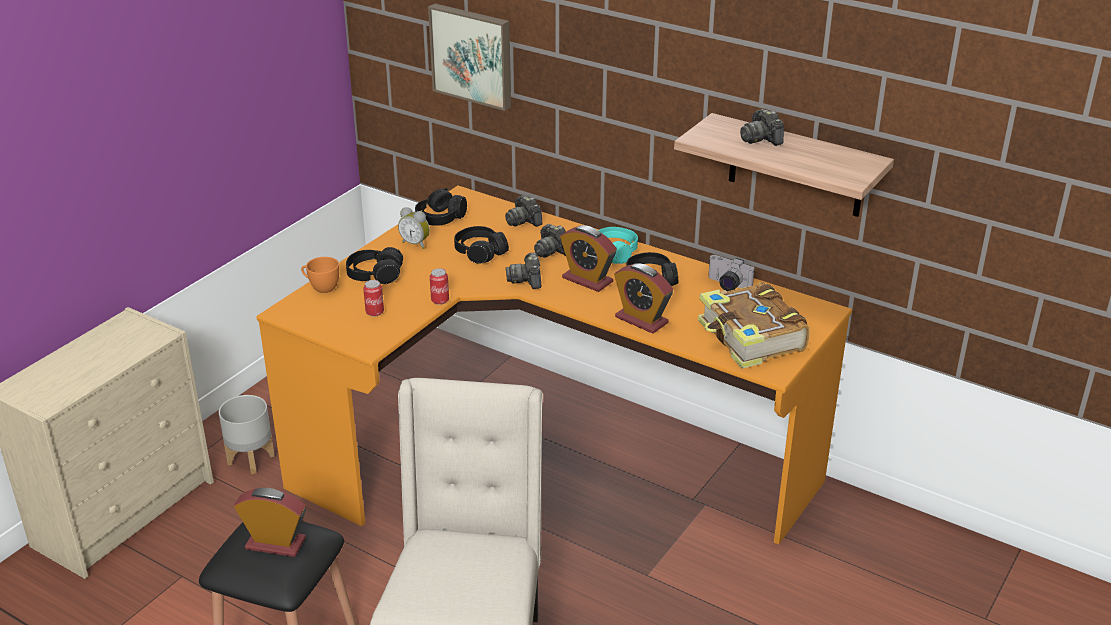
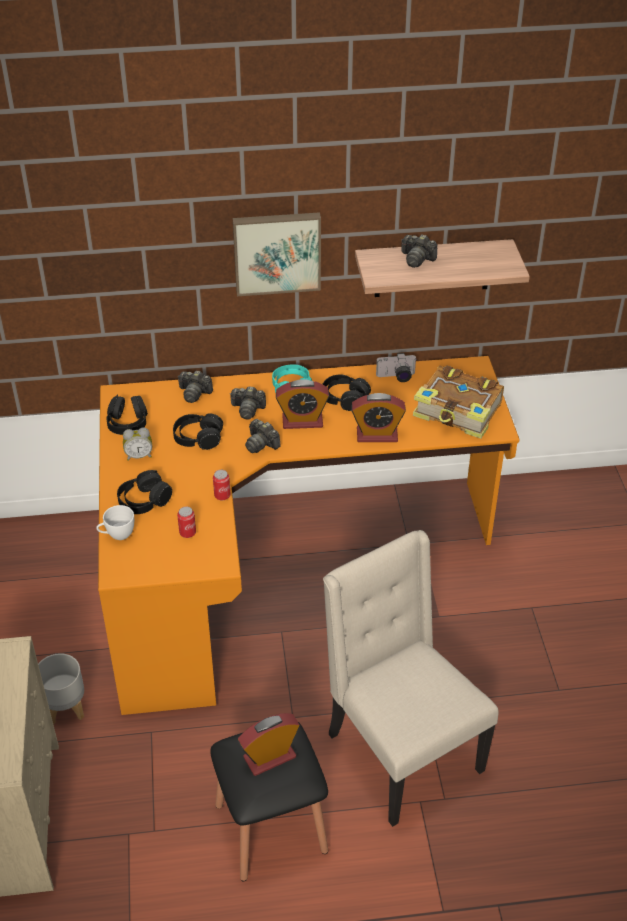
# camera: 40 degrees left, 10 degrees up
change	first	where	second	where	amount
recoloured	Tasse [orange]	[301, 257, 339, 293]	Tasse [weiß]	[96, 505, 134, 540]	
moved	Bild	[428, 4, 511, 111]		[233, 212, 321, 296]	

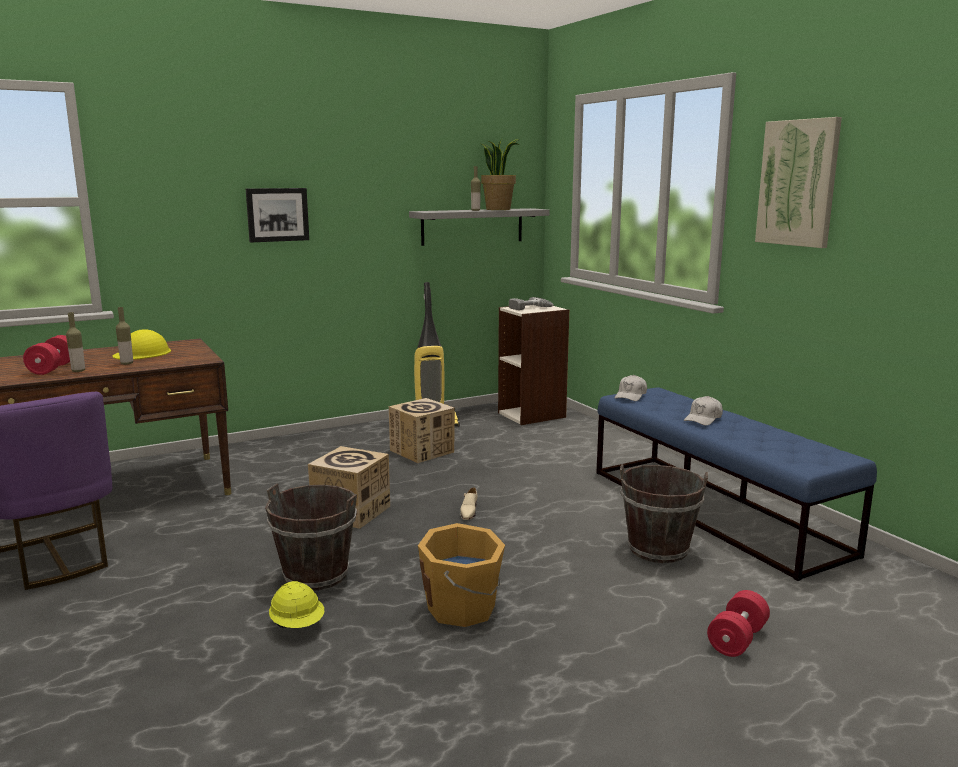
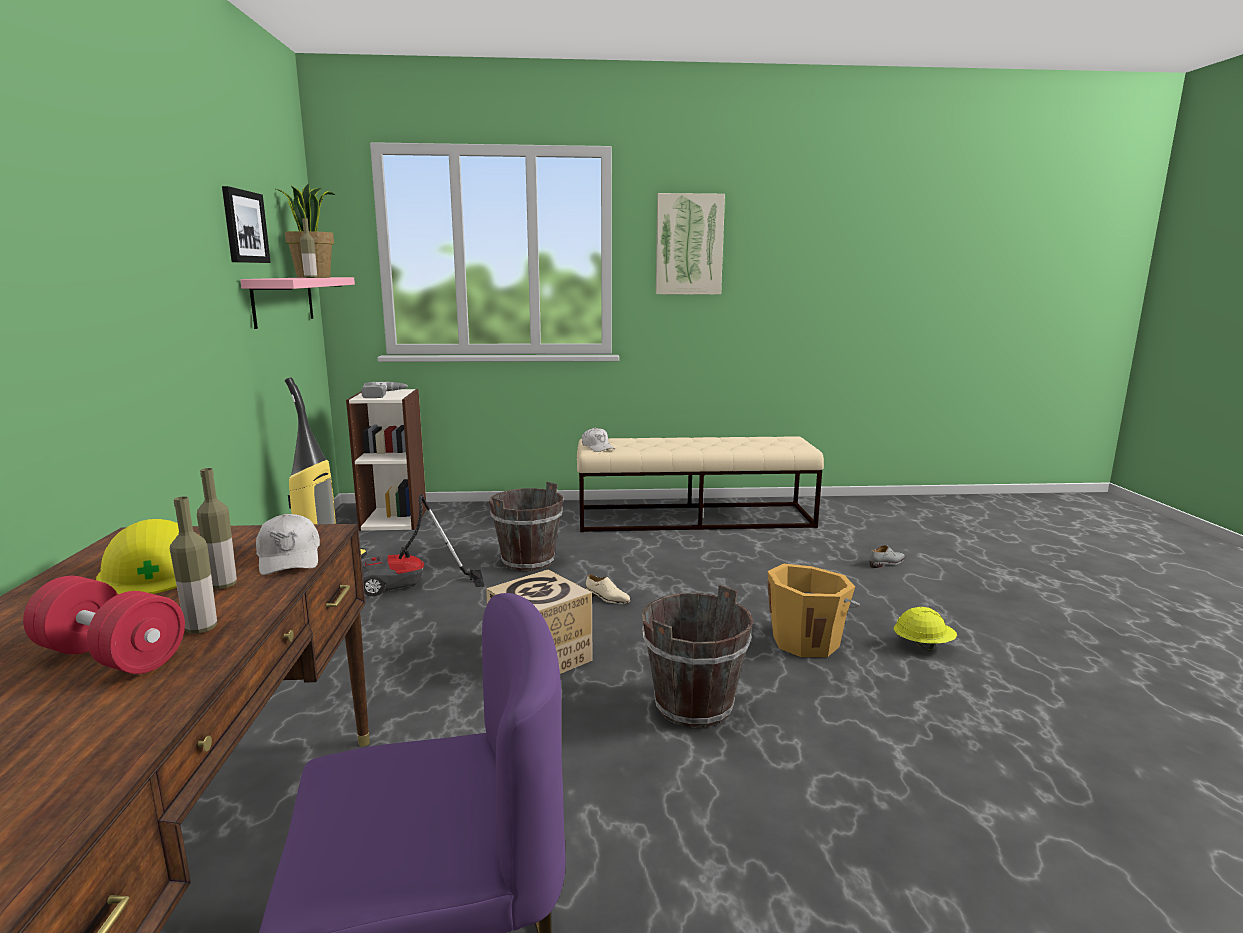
# camera: 65 degrees left, 0 degrees up
change	first	where	second	where	amount
moved	Bild	[246, 188, 309, 243]		[222, 186, 271, 263]	
moved	Schutzhelm [gelb]	[269, 581, 324, 628]		[894, 607, 957, 651]	
replaced	Karton	[389, 398, 455, 463]	Staubsauger	[362, 494, 485, 597]	
recoloured	Wandregal [grau]	[409, 208, 549, 246]	Wandregal [rosa]	[240, 277, 355, 329]	
recoloured	Bank [blau]	[596, 387, 877, 581]	Bank [beige]	[577, 436, 824, 532]	
moved	Eimer [braun]	[620, 464, 708, 563]		[489, 482, 563, 571]	
moved	Kappe [weiß]	[684, 396, 723, 426]		[256, 514, 320, 575]	
replaced	Hantel [rot]	[707, 590, 770, 657]	Schuh [grau]	[869, 545, 905, 568]	

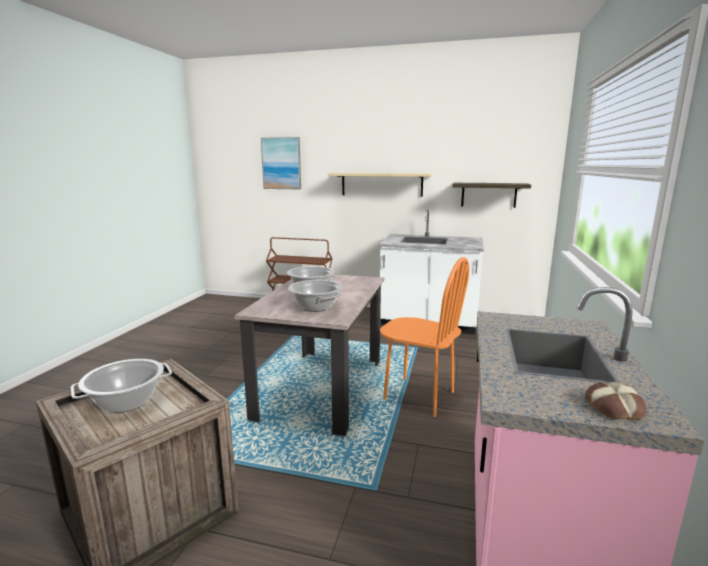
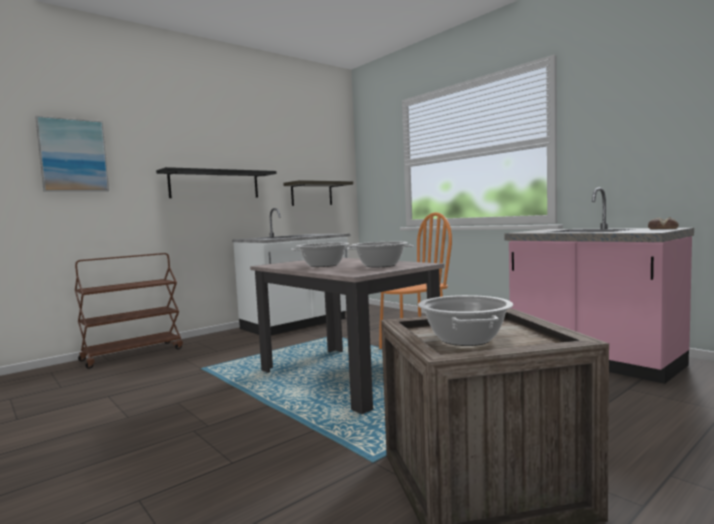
# camera: 55 degrees left, 10 degrees down
change	first	where	second	where	amount
recoloured	Wandregal [beige]	[328, 173, 432, 197]	Wandregal [schwarz]	[156, 167, 277, 198]	

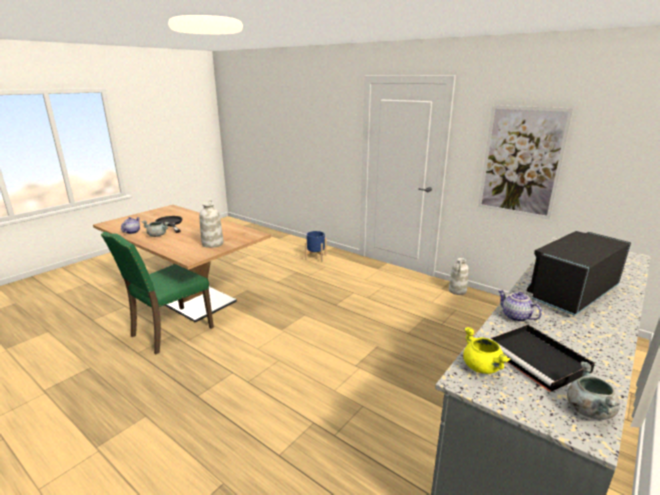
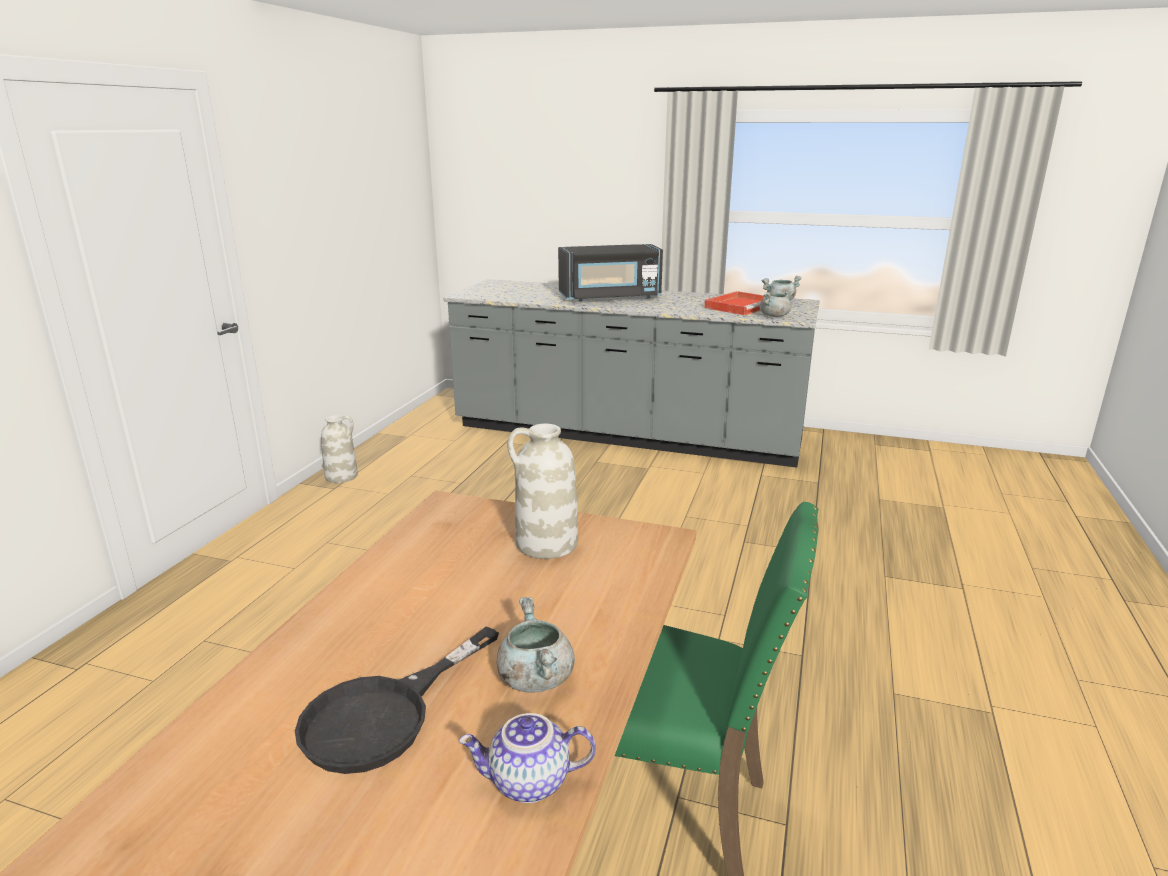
# camera: 110 degrees left, 0 degrees up
change	first	where	second	where	amount
removed	Pflanzkübel [blau]	[305, 231, 326, 262]			
recoloured	Kochtopf [gelb]	[463, 327, 510, 374]	Kochtopf [grau]	[759, 289, 792, 317]	
removed	Bild	[478, 105, 574, 219]			
recoloured	Tablett [schwarz]	[490, 325, 595, 392]	Tablett [rot]	[704, 291, 765, 315]	
removed	Teekanne	[498, 290, 542, 322]			
turned	Mikrowelle [schwarz]	[527, 231, 631, 316]		[558, 244, 663, 302]	45 degrees counterclockwise

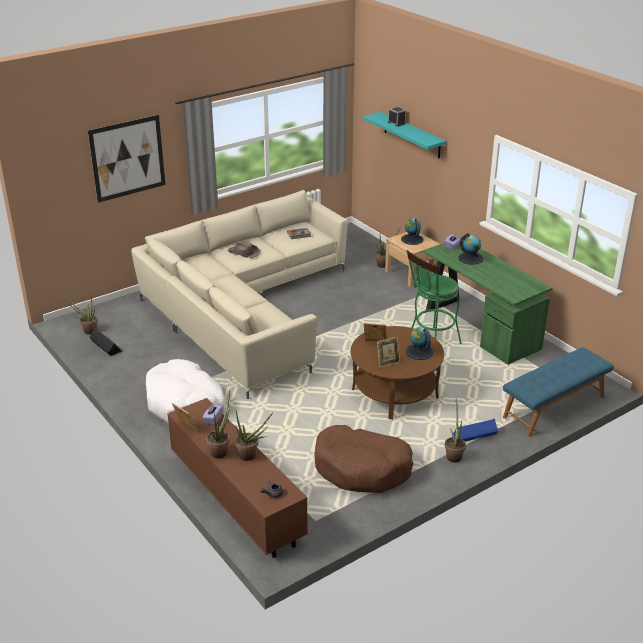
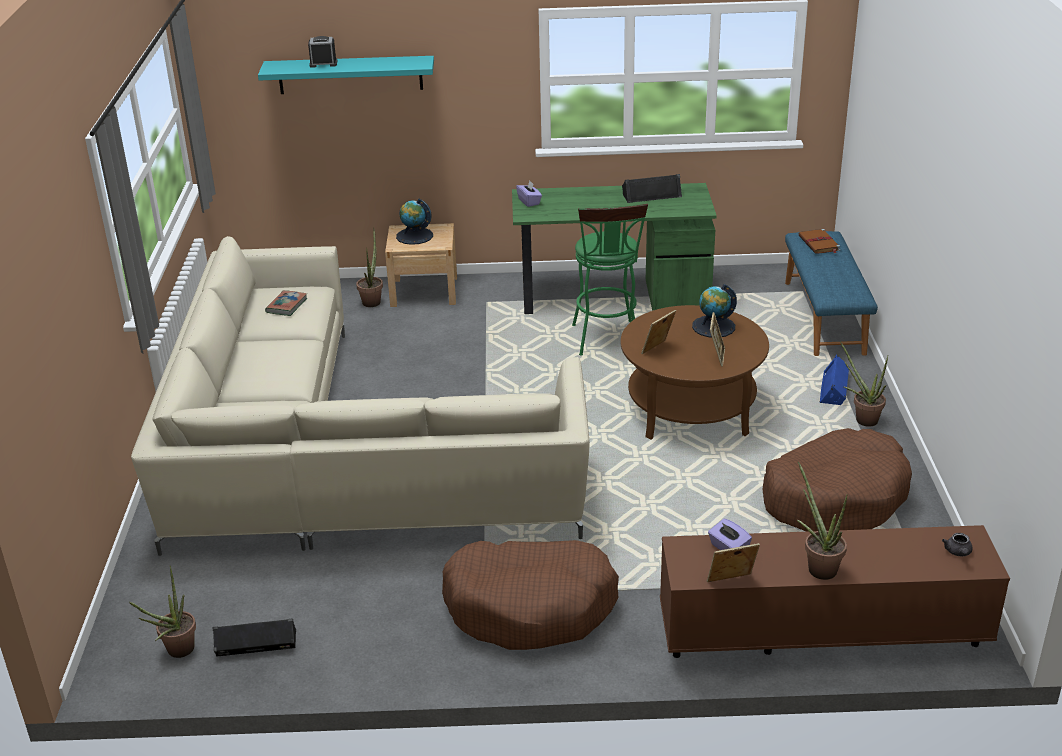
# camera: 55 degrees left, 0 degrees up
change	first	where	second	where	amount
removed	Bild	[88, 115, 165, 203]			
recoloured	Hundebett [weiß]	[146, 359, 226, 423]	Hundebett [braun]	[442, 540, 619, 650]	
removed	Hut [braun]	[228, 241, 260, 258]			
removed	Topfpflanze	[235, 411, 273, 461]			
removed	Globus	[458, 233, 483, 265]			
added			Lautsprecher [schwarz]	[622, 174, 682, 203]	
added			Buch [braun]	[799, 229, 840, 254]	

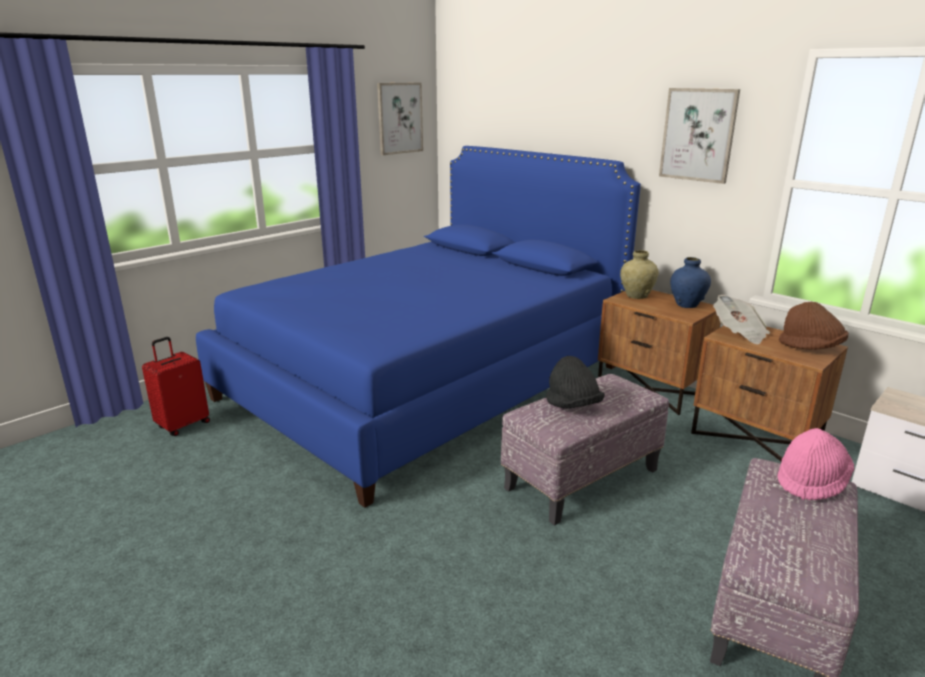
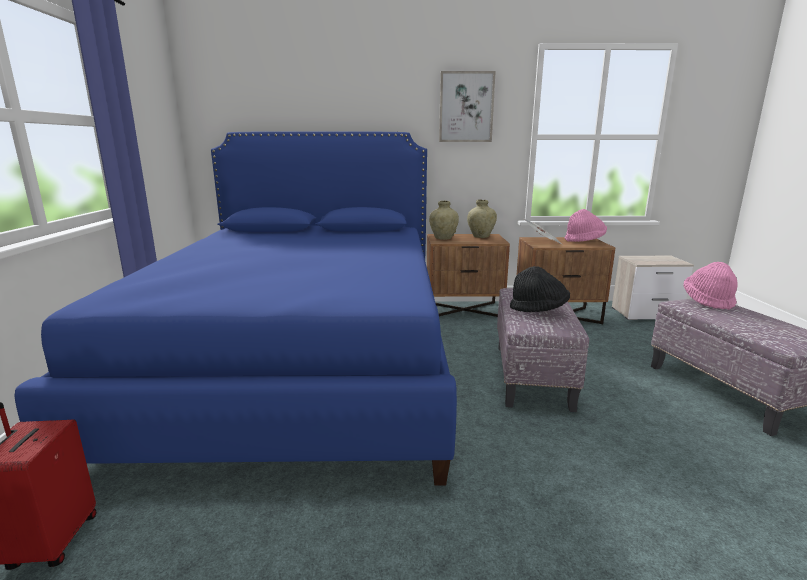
# camera: 45 degrees left, 5 degrees down
change	first	where	second	where	amount
removed	Bild	[377, 82, 423, 155]			
recoloured	Vase [blau]	[670, 257, 711, 308]	Vase [beige]	[467, 200, 497, 238]	
recoloured	Hut [braun]	[779, 302, 849, 350]	Hut [rosa]	[565, 209, 607, 242]	

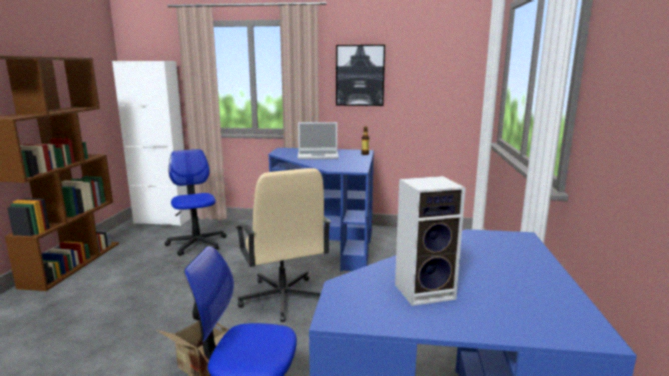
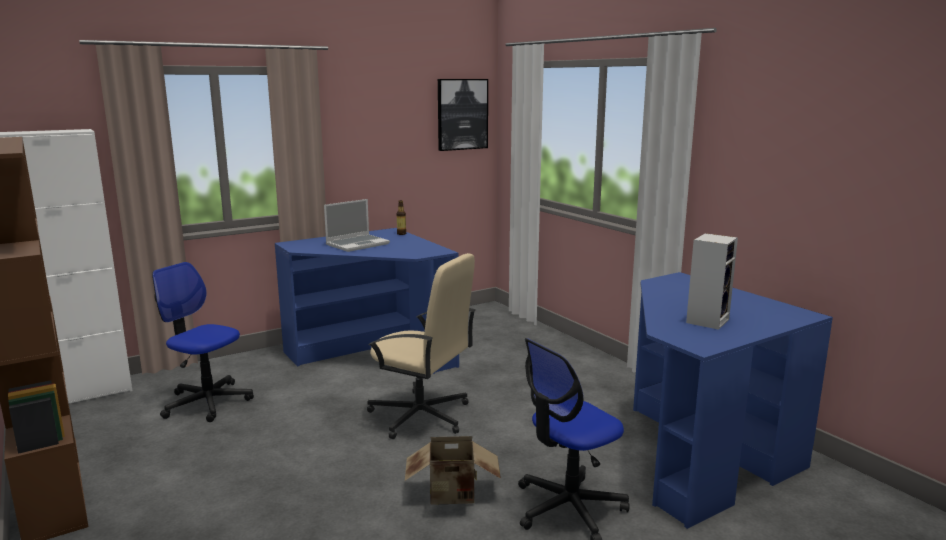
# camera: 40 degrees left, 0 degrees up
change	first	where	second	where	amount
moved	Bild	[336, 45, 385, 106]		[438, 79, 488, 151]	

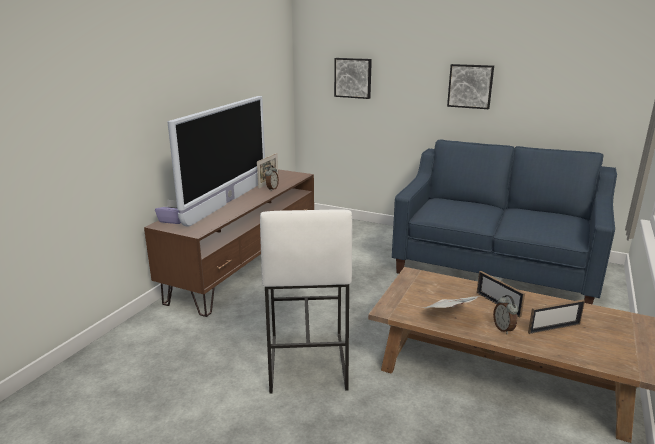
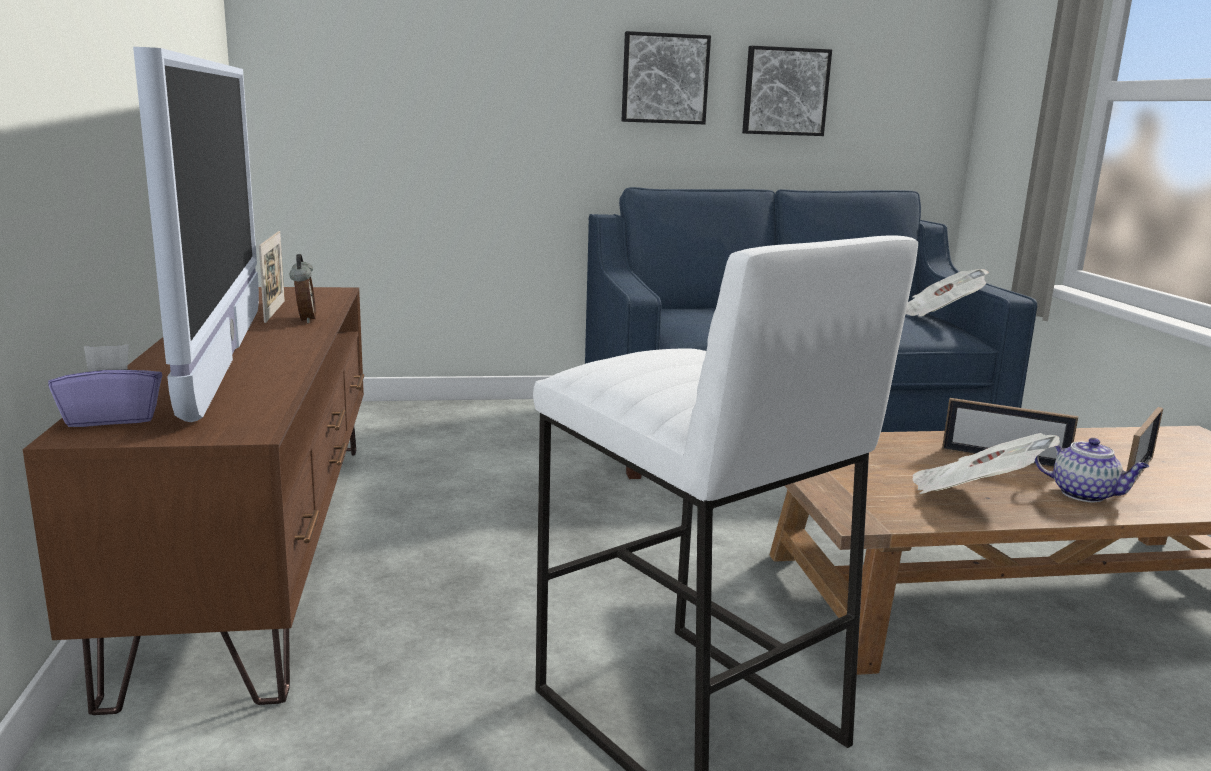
# camera: 35 degrees left, 5 degrees down
change	first	where	second	where	amount
moved	Bild	[334, 58, 372, 99]		[742, 46, 832, 136]	
replaced	Wecker	[493, 295, 518, 334]	Teekanne	[1035, 438, 1149, 502]	
added			Zeitung	[906, 269, 989, 316]	

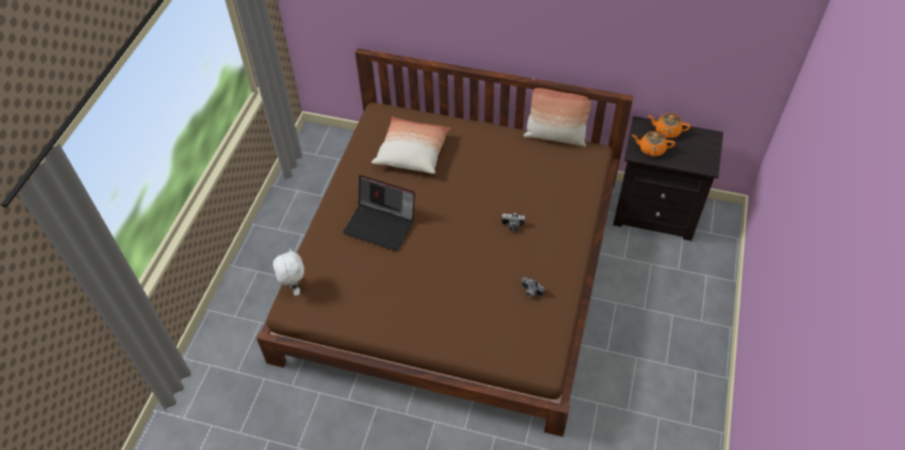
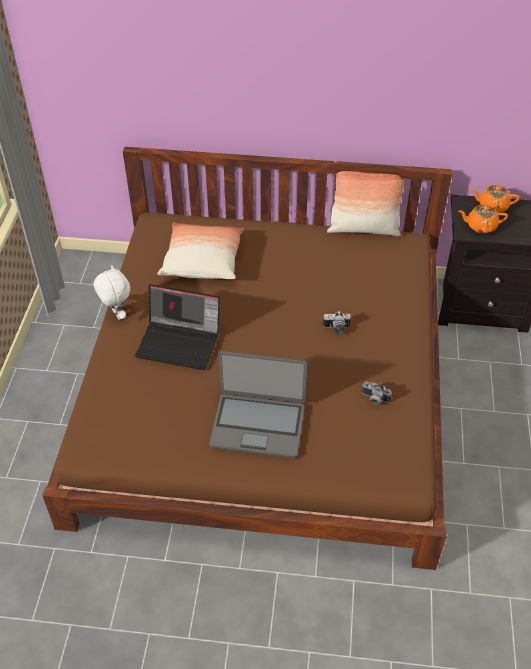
# camera: 10 degrees left, 5 degrees down
change	first	where	second	where	amount
moved	Plüschtier [weiß]	[273, 248, 304, 296]		[94, 265, 130, 320]	
added			Laptop	[209, 351, 307, 458]	

